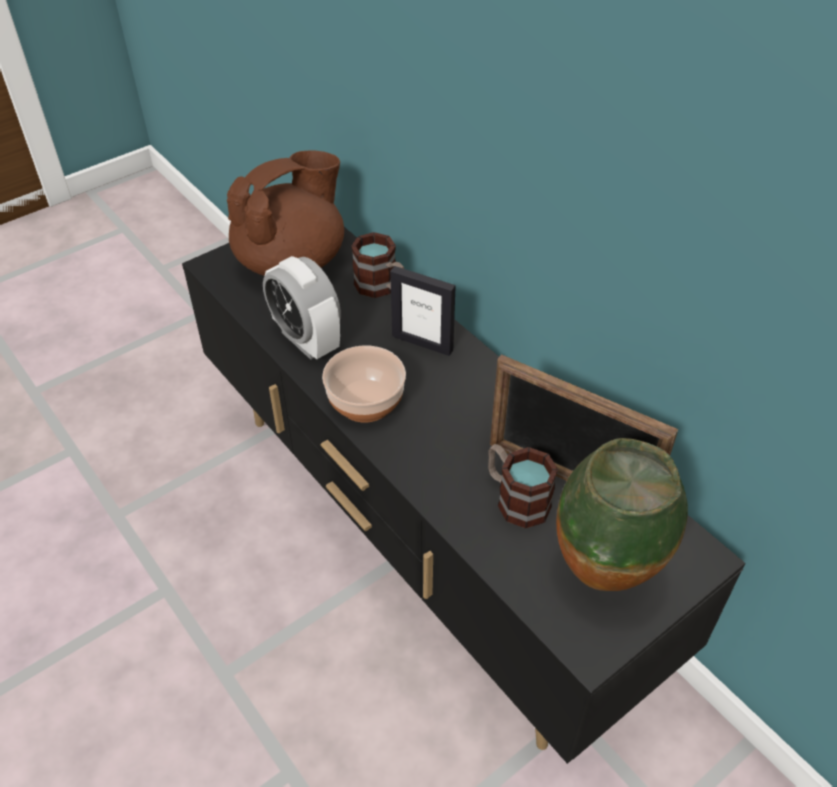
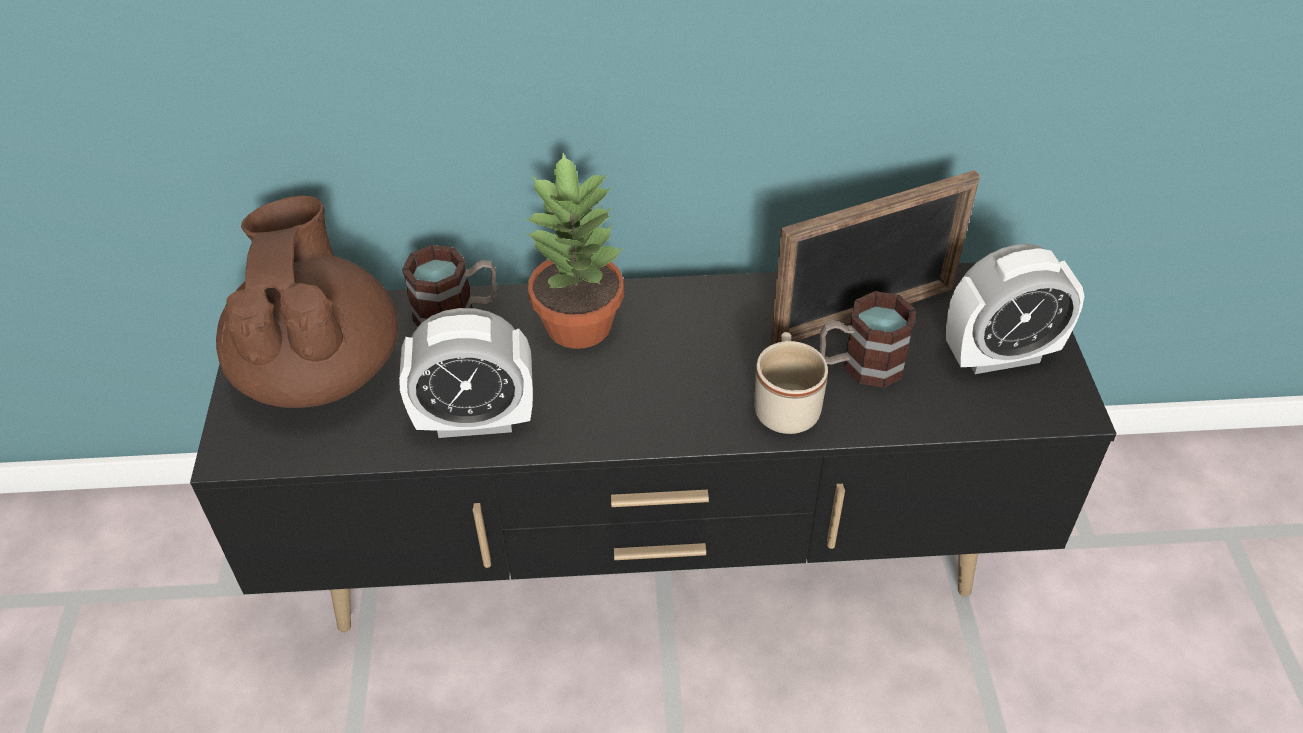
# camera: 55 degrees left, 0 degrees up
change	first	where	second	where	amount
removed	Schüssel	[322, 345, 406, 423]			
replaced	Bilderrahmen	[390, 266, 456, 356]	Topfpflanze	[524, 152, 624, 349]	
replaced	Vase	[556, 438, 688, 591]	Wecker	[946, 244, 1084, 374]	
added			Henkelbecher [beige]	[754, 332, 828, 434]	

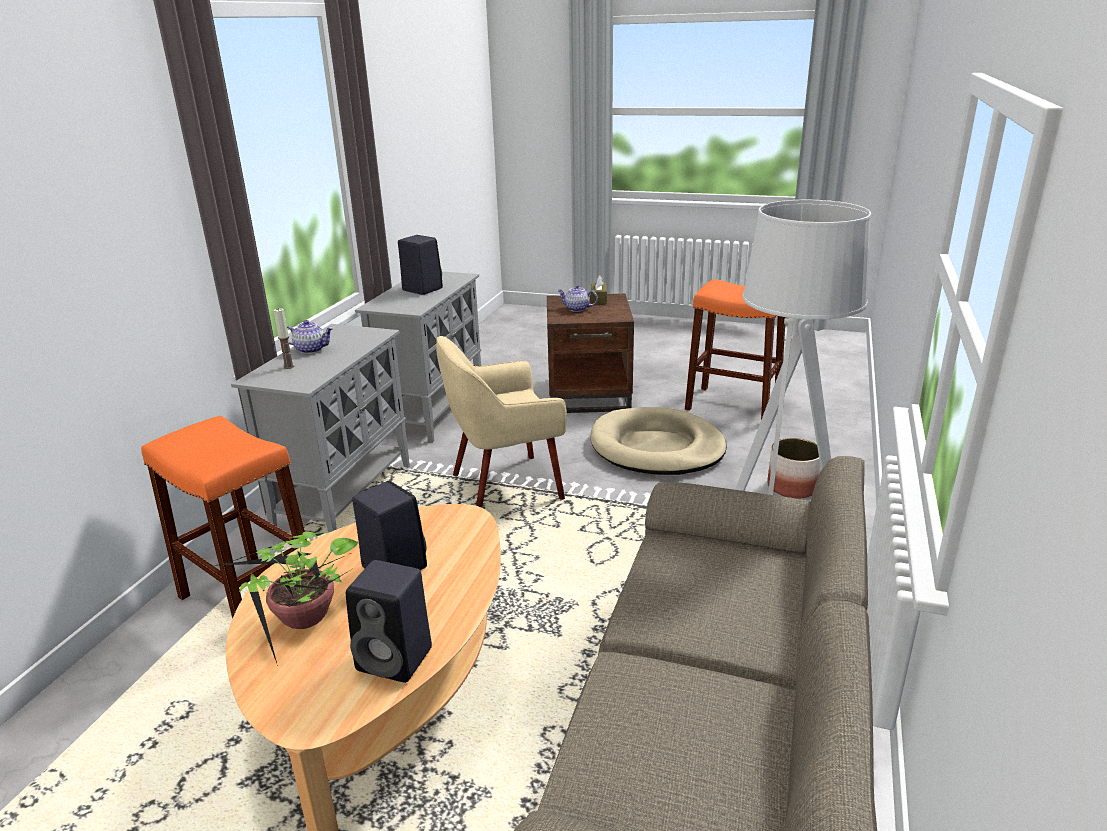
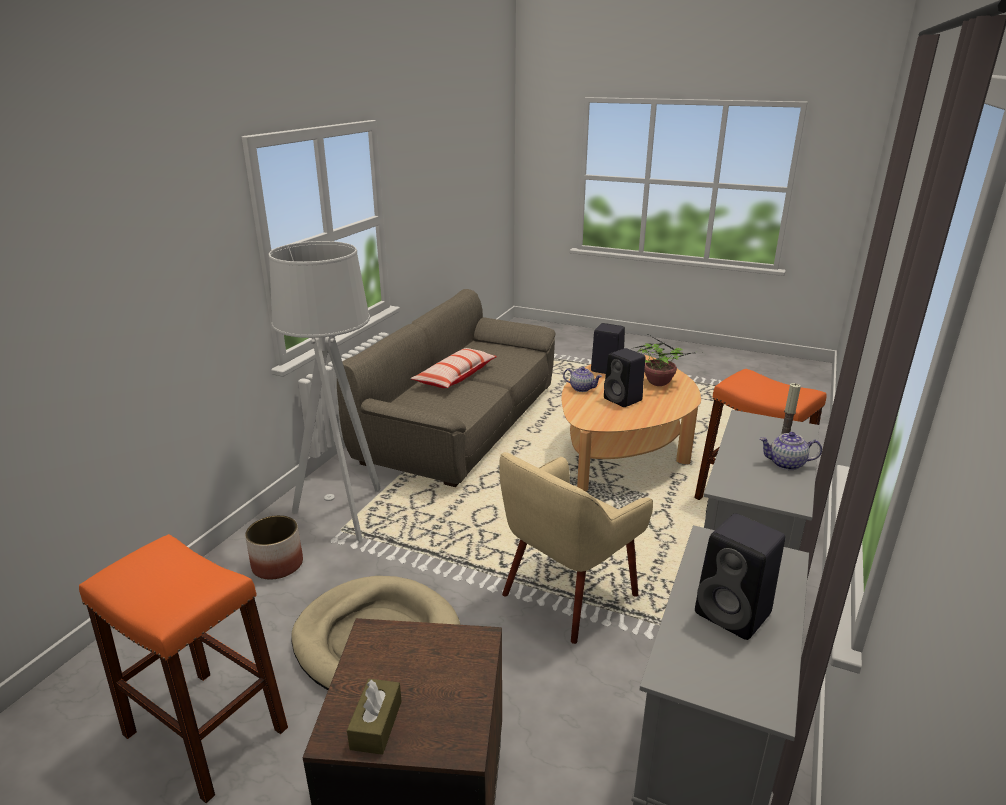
# camera: 175 degrees left, 0 degrees up
change	first	where	second	where	amount
turned	Sessel [beige]	[436, 336, 567, 508]		[499, 452, 653, 644]	150 degrees clockwise
moved	Teekanne	[557, 285, 598, 312]		[563, 367, 602, 392]	
added			Kissen	[411, 348, 497, 388]	

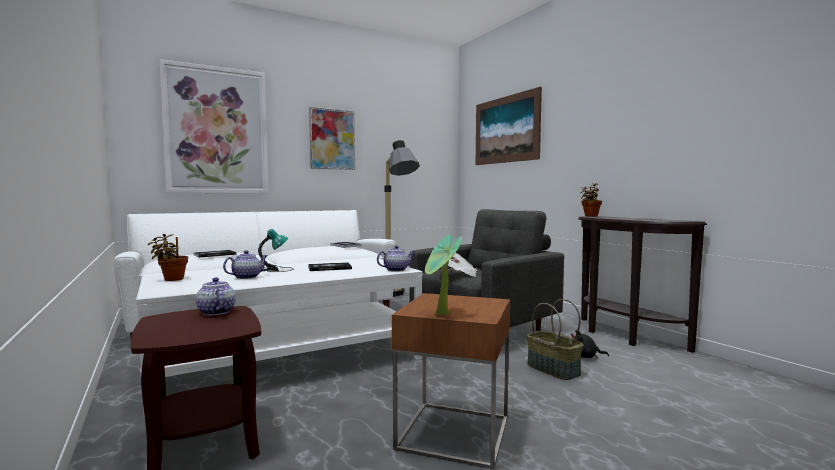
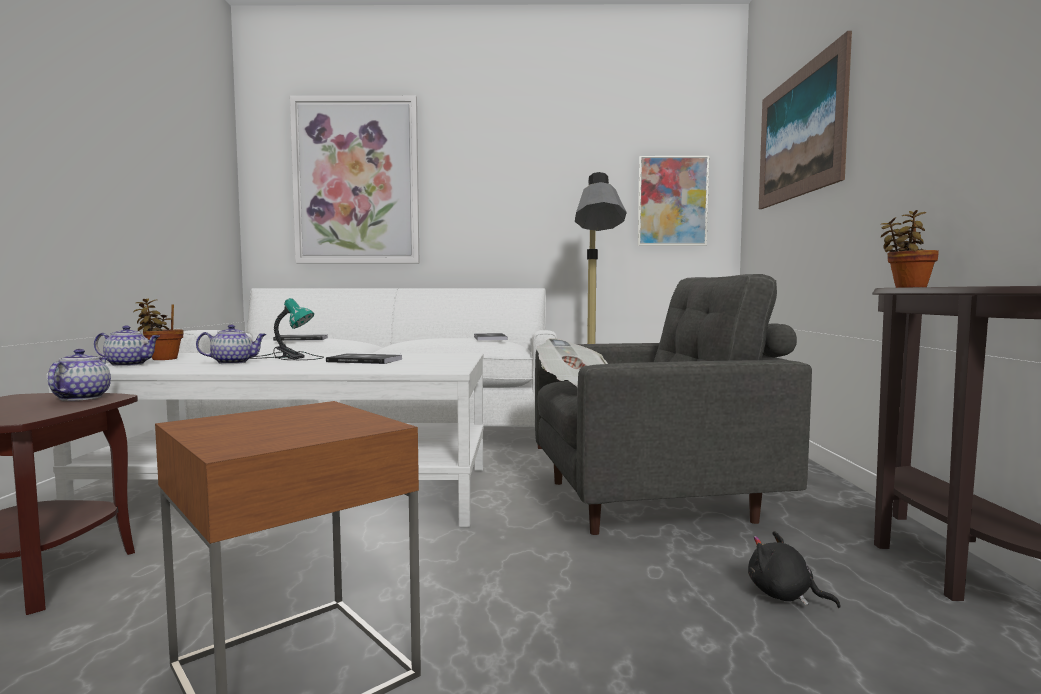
# camera: 30 degrees right, 0 degrees up
change	first	where	second	where	amount
moved	Bild	[309, 107, 355, 170]		[638, 156, 709, 246]	
moved	Teekanne	[377, 246, 415, 272]		[94, 325, 160, 366]	
removed	Topfpflanze	[425, 235, 462, 315]			
removed	Korb	[527, 299, 583, 380]			

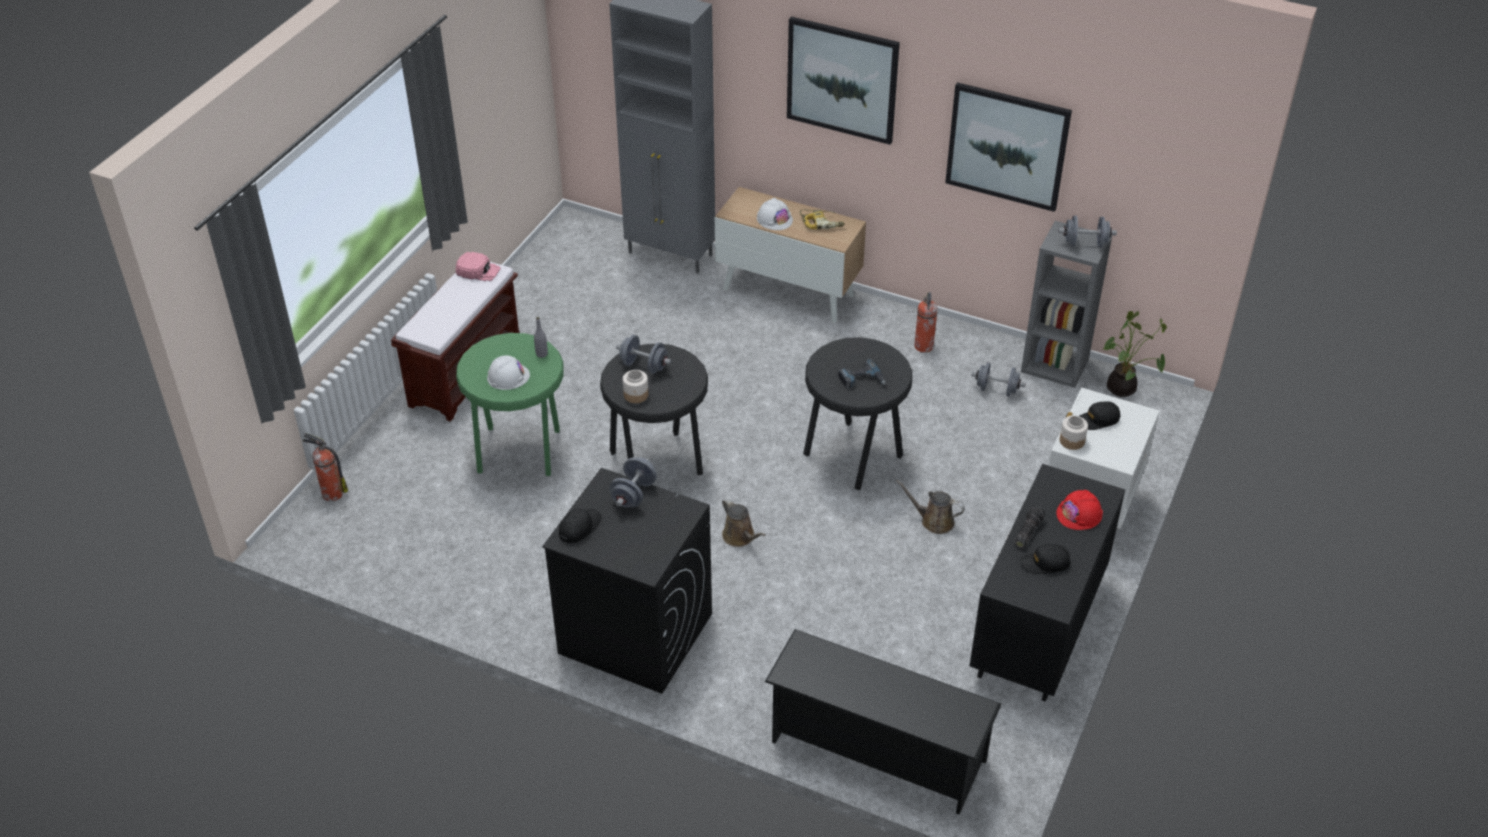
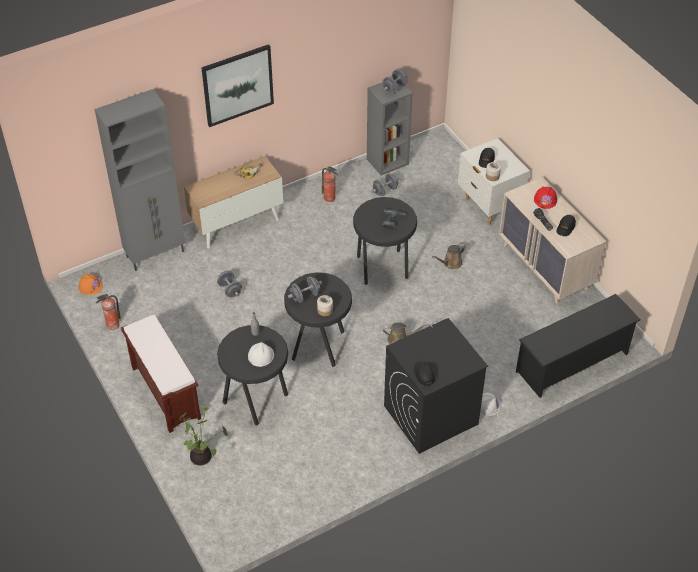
# camera: 55 degrees left, 5 degrees up
change	first	where	second	where	amount
moved	Feuerlöscher	[303, 433, 348, 501]		[96, 294, 121, 330]	
removed	Kappe [rosa]	[456, 252, 500, 281]			
recoloured	Hocker [grün]	[456, 333, 564, 476]	Hocker [schwarz]	[217, 325, 288, 425]	
moved	Hantel [grau]	[609, 457, 657, 508]		[217, 271, 242, 297]	
moved	Schutzhelm [weiß]	[757, 198, 793, 230]		[480, 393, 502, 416]	
removed	Bild	[945, 82, 1072, 212]			
recoloured	Kommode [schwarz]	[969, 464, 1125, 702]	Kommode [beige]	[499, 177, 606, 304]	
moved	Topfpflanze	[1104, 311, 1167, 397]		[179, 406, 228, 466]	
added			Schutzhelm [orange]	[78, 274, 103, 295]	

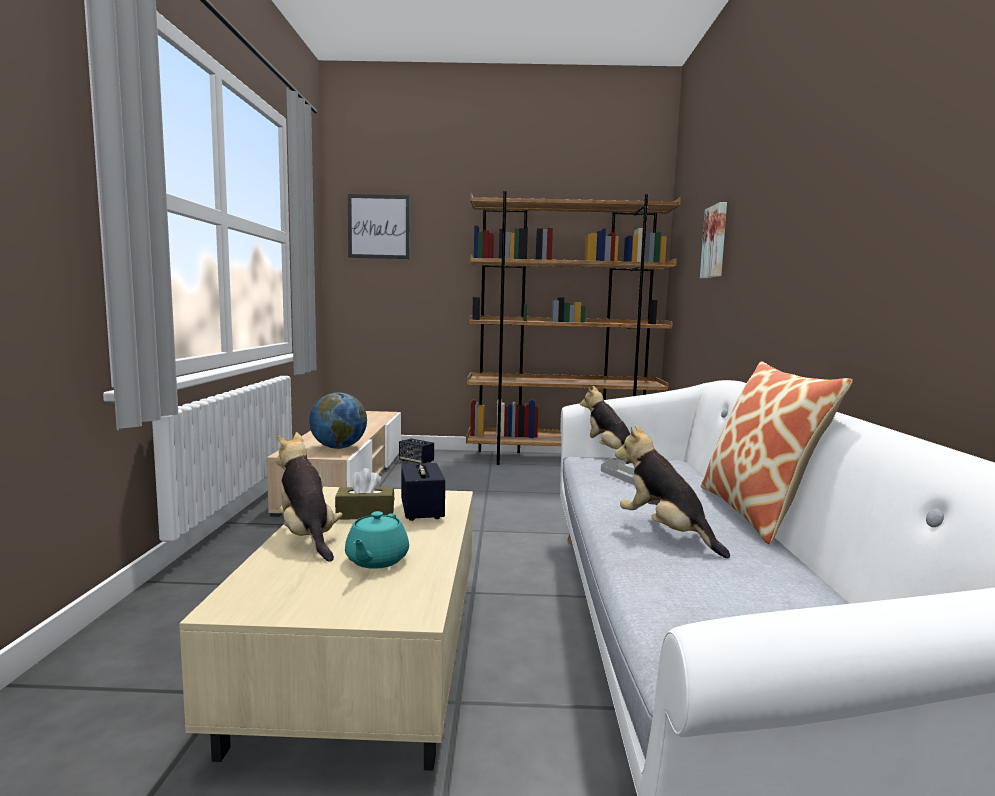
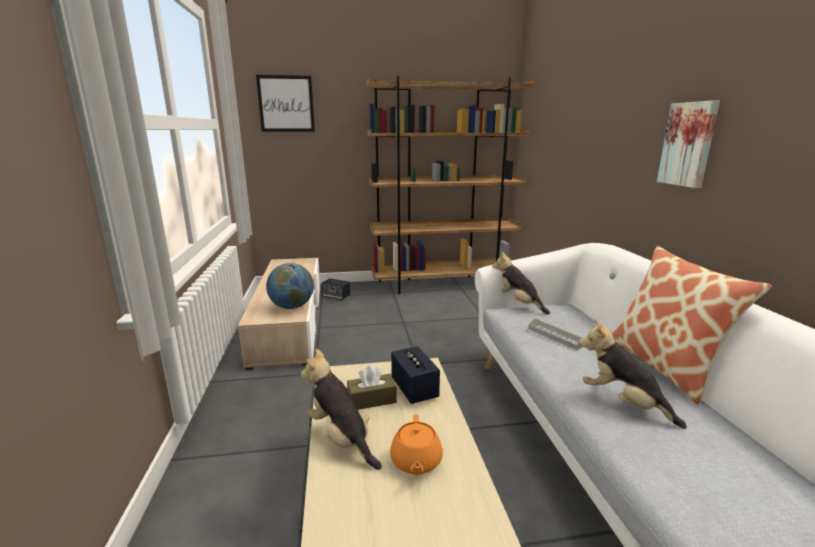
# camera: 10 degrees left, 10 degrees up
change	first	where	second	where	amount
recoloured	Teekanne [türkis]	[345, 511, 409, 569]	Teekanne [orange]	[390, 414, 443, 475]	
moved	Bild	[700, 202, 727, 278]		[657, 100, 720, 188]	

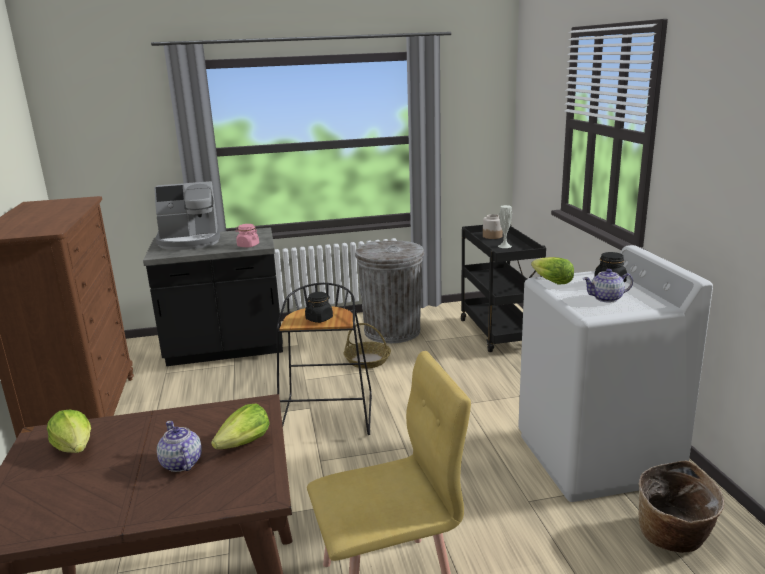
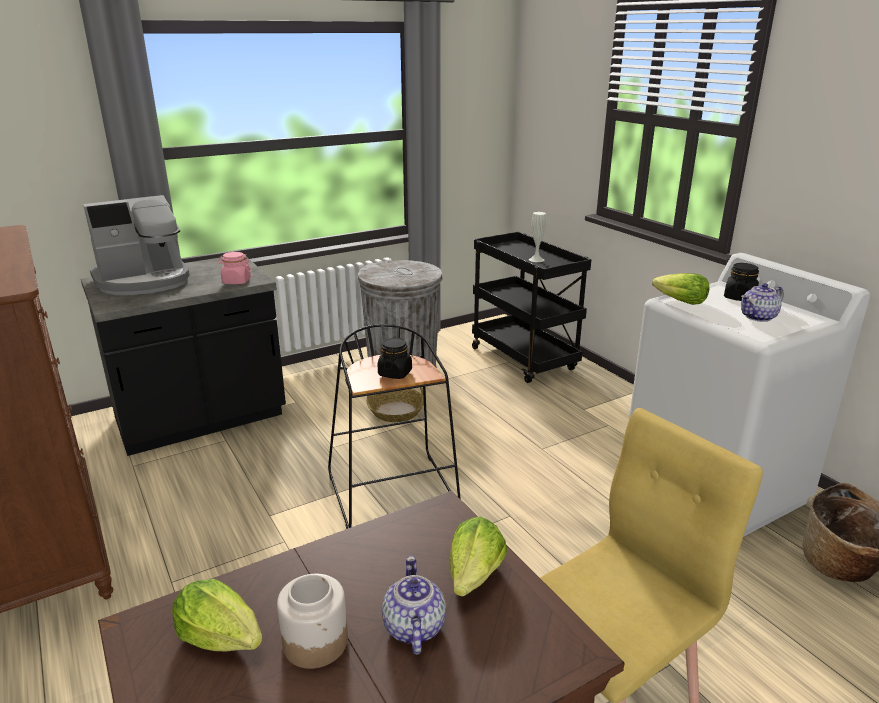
# camera: 20 degrees left, 5 degrees up
change	first	where	second	where	amount
turned	Teekanne	[157, 421, 202, 472]		[382, 556, 446, 655]	45 degrees clockwise
moved	Vorratsglas	[483, 214, 503, 239]		[277, 574, 348, 669]	

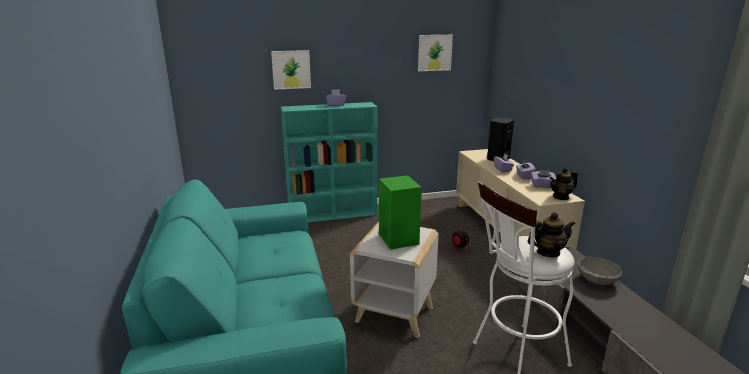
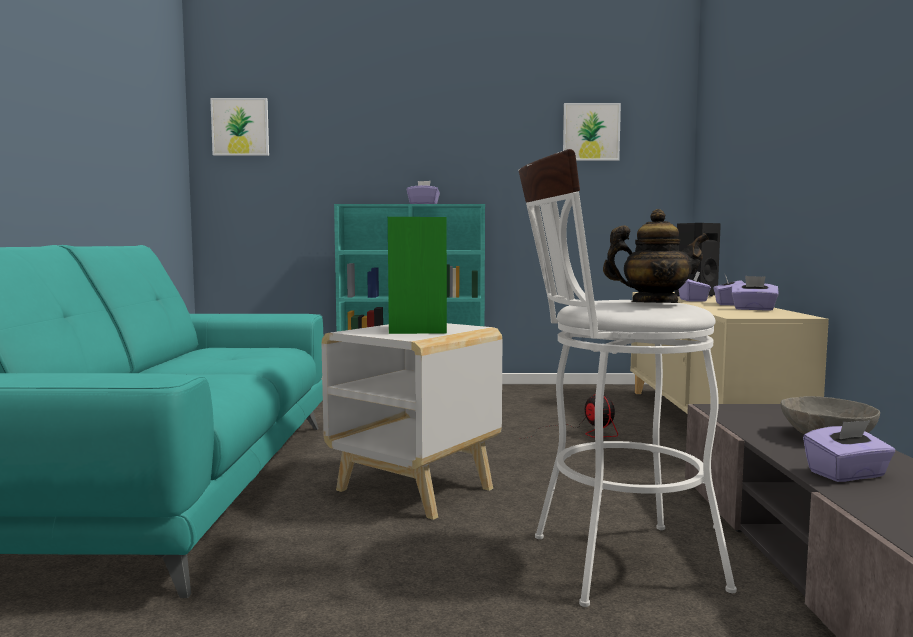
# camera: 15 degrees right, 15 degrees down
change	first	where	second	where	amount
moved	Bild	[271, 50, 311, 90]		[210, 98, 269, 156]	
removed	Teekanne	[550, 167, 578, 200]			
added			Taschentuchbox [lila]	[803, 420, 896, 482]	

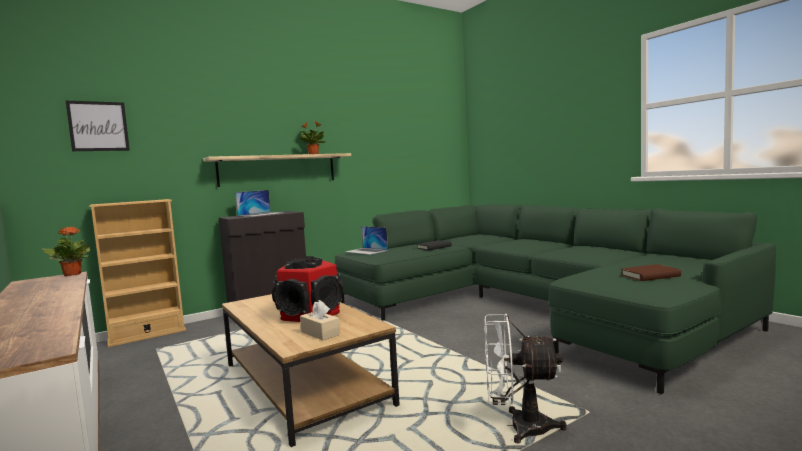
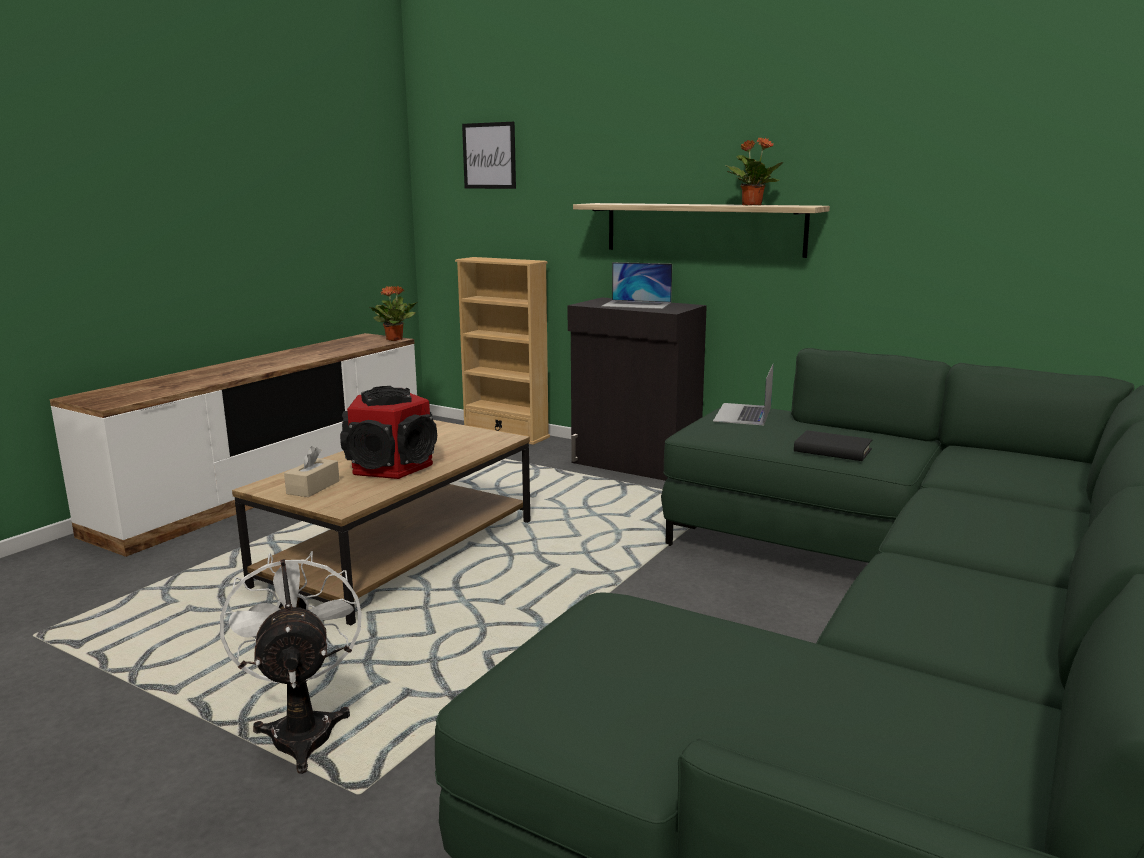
# camera: 65 degrees right, 10 degrees up
change	first	where	second	where	amount
removed	Buch [braun]	[621, 264, 681, 281]			

